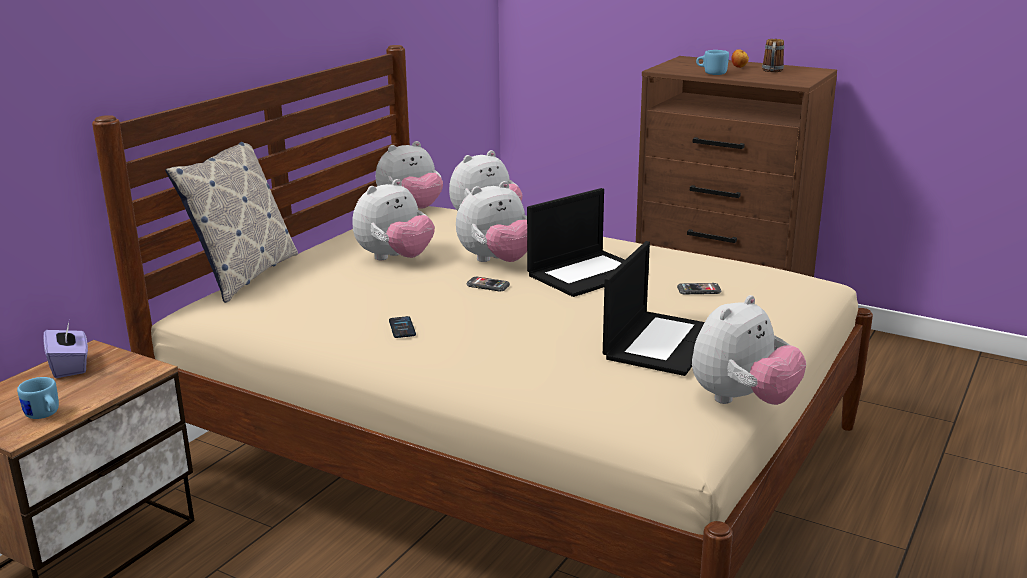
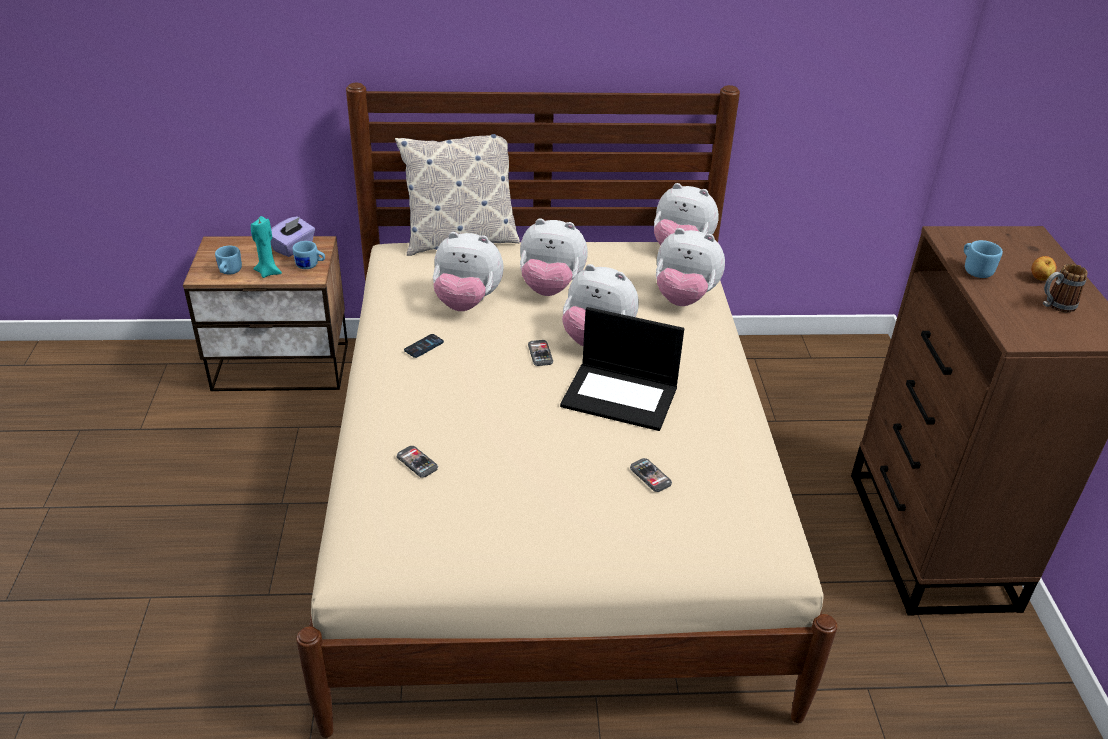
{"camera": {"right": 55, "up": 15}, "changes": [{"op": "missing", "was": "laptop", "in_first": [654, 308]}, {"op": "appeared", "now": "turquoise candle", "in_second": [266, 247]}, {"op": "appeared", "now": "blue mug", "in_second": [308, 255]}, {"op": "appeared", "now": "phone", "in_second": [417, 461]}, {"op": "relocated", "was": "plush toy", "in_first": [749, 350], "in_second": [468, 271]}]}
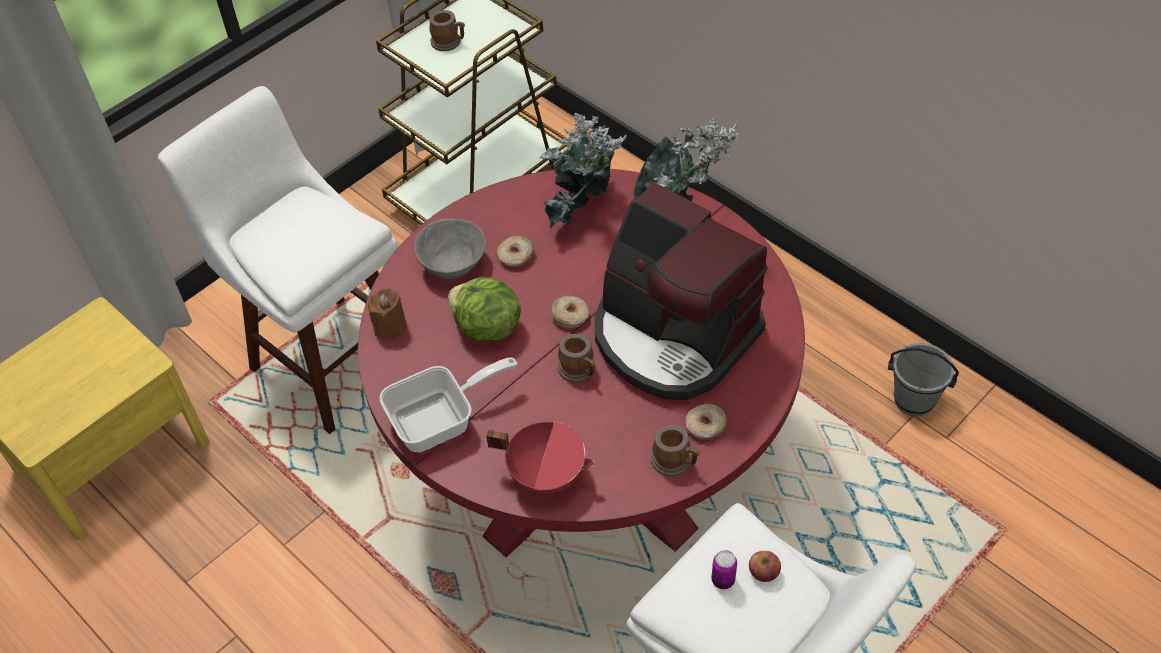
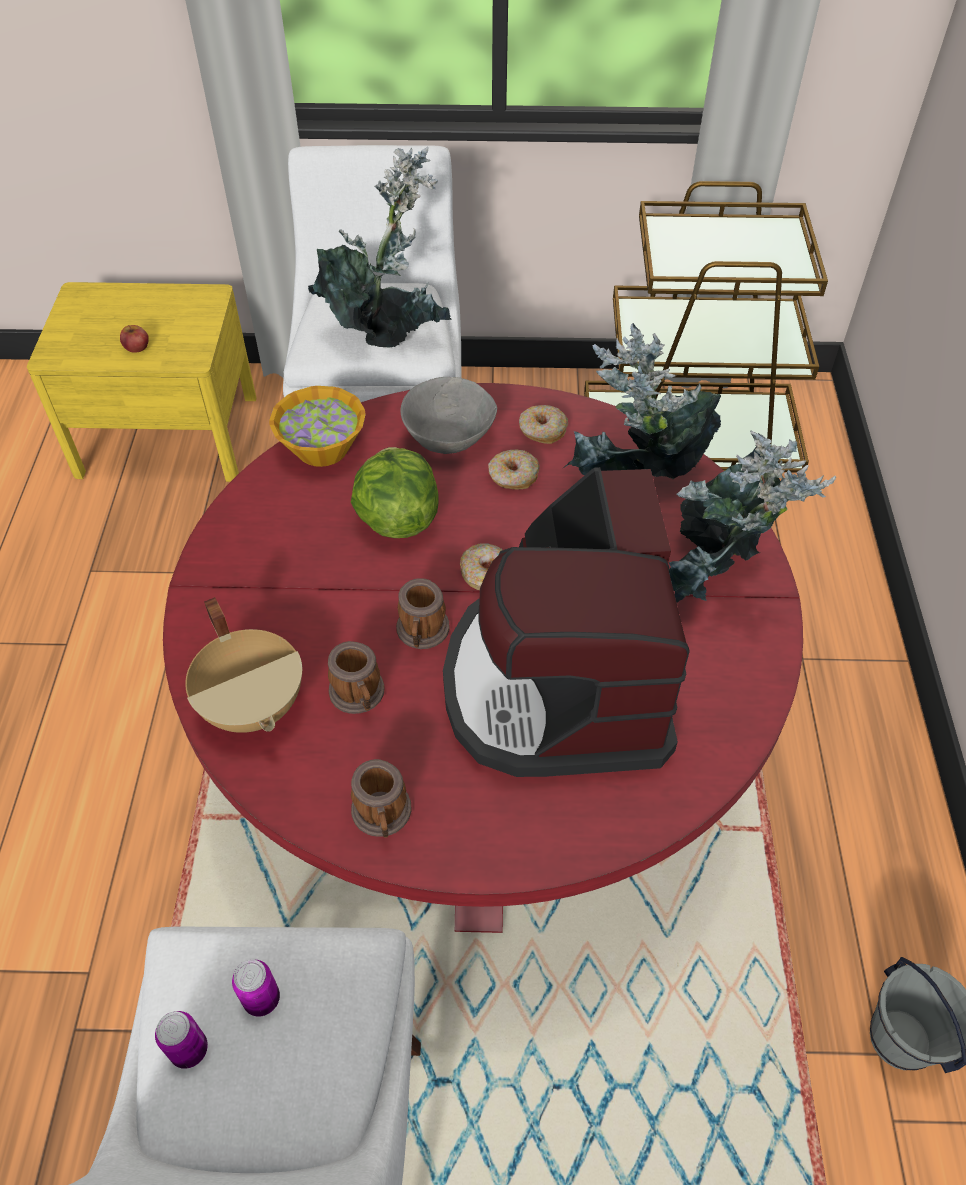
{"camera": {"right": 45, "up": 0}, "changes": [{"op": "missing", "was": "frying pan", "in_first": [448, 404]}, {"op": "appeared", "now": "can", "in_second": [181, 1040]}, {"op": "appeared", "now": "potted plant", "in_second": [380, 247]}, {"op": "relocated", "was": "mug", "in_first": [447, 30], "in_second": [356, 677]}, {"op": "relocated", "was": "donut", "in_first": [706, 422], "in_second": [543, 424]}, {"op": "relocated", "was": "apple", "in_first": [765, 566], "in_second": [134, 339]}, {"op": "exchanged", "was": "brown candle", "now": "bowl", "in_first": [387, 313], "in_second": [317, 426]}, {"op": "colour", "was": "red cooking pot", "now": "beige cooking pot", "in_first": [540, 458], "in_second": [243, 665]}]}
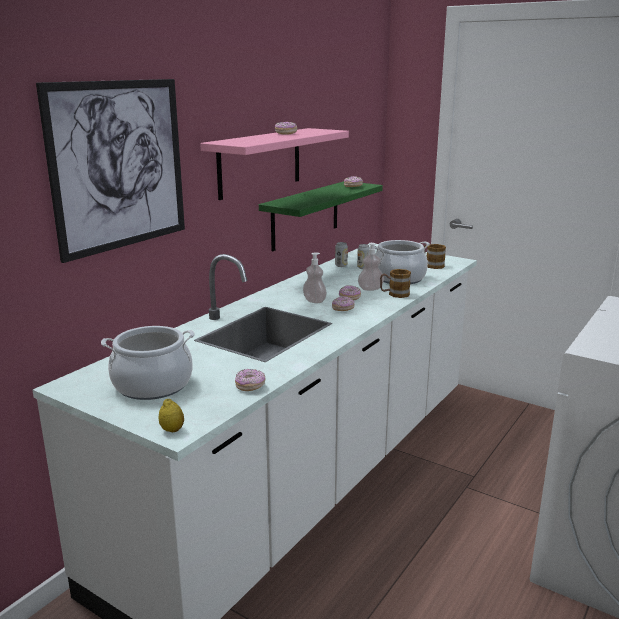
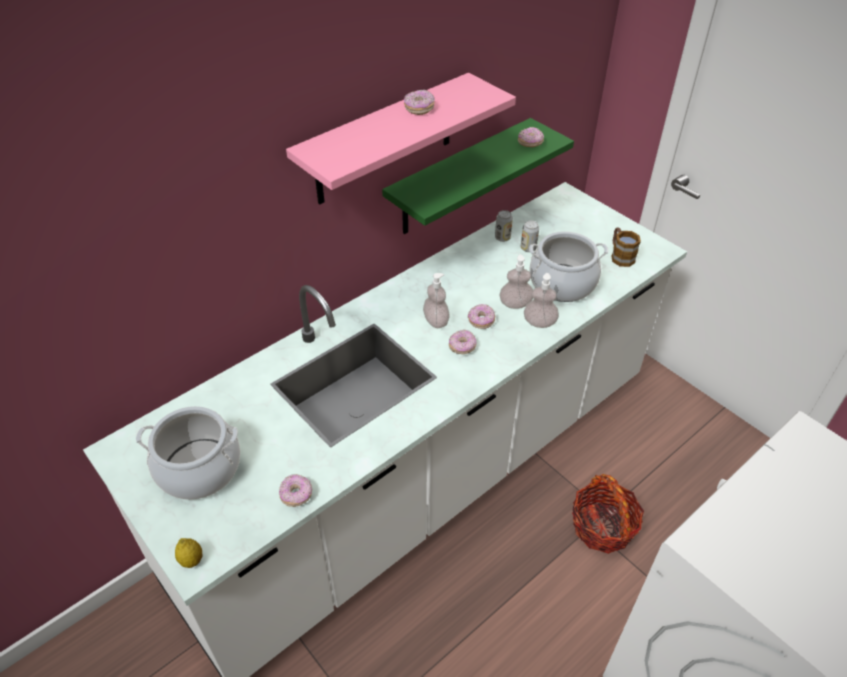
{"camera": {"right": 15, "up": 25}, "changes": [{"op": "missing", "was": "picture", "in_first": [110, 171]}, {"op": "appeared", "now": "basket", "in_second": [608, 514]}, {"op": "exchanged", "was": "mug", "now": "soap dispenser", "in_first": [395, 283], "in_second": [541, 300]}]}
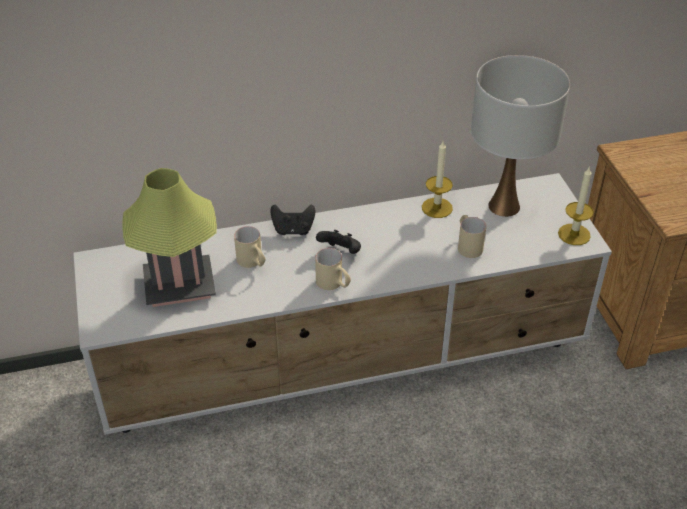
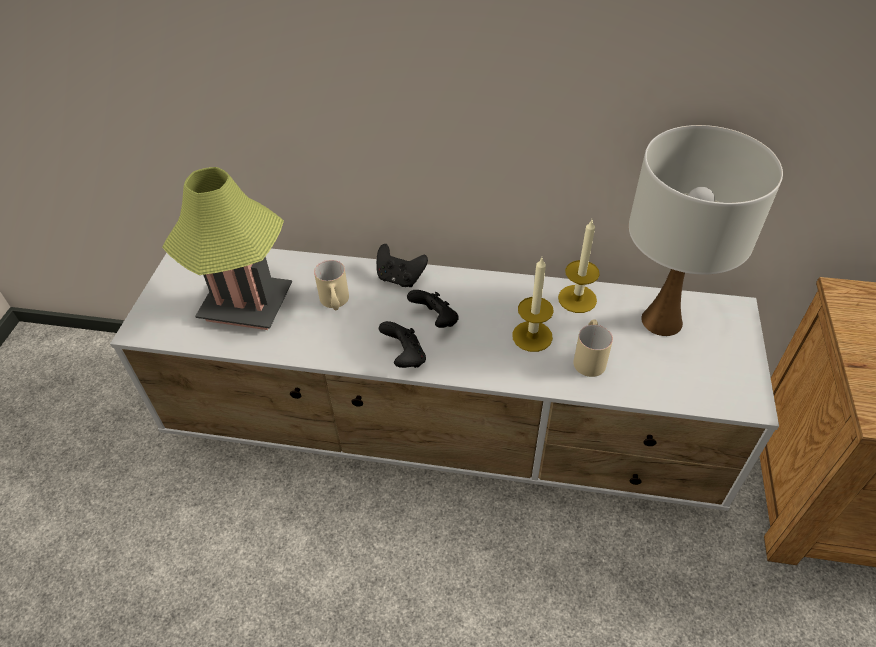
{"camera": {"right": 25, "up": 5}, "changes": [{"op": "relocated", "was": "candle", "in_first": [576, 205], "in_second": [533, 305]}, {"op": "exchanged", "was": "beige mug", "now": "black game controller", "in_first": [333, 269], "in_second": [402, 344]}]}
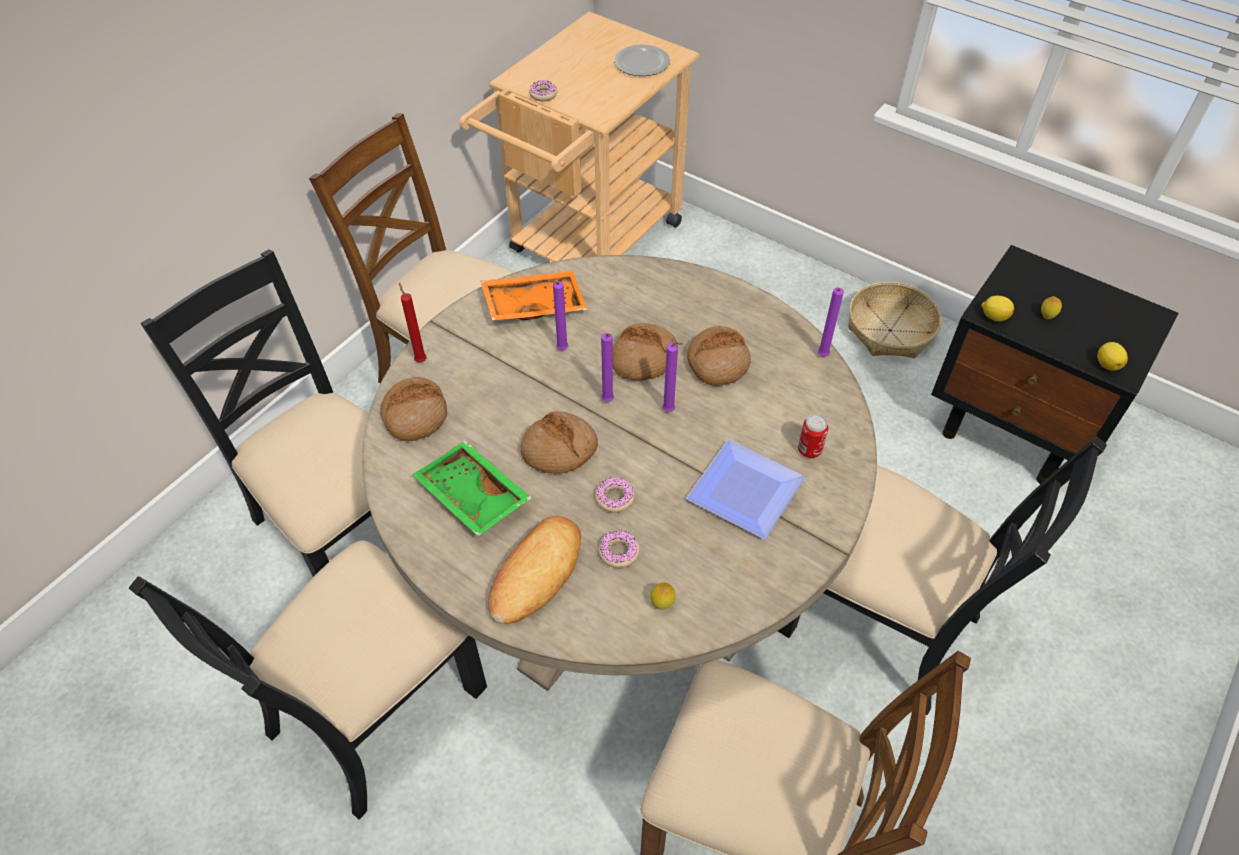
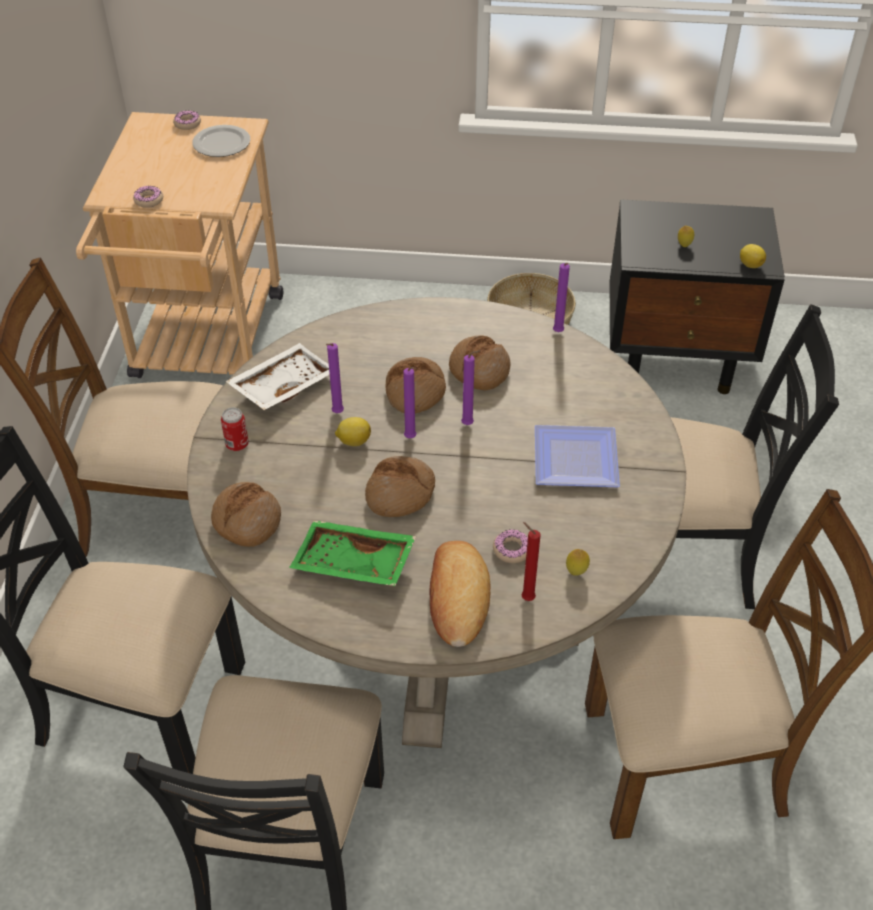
{"camera": {"right": -30, "up": -5}, "changes": [{"op": "relocated", "was": "red candle", "in_first": [413, 322], "in_second": [531, 561]}, {"op": "relocated", "was": "donut", "in_first": [615, 495], "in_second": [187, 120]}, {"op": "relocated", "was": "can", "in_first": [813, 436], "in_second": [235, 429]}, {"op": "relocated", "was": "lemon", "in_first": [997, 309], "in_second": [353, 431]}, {"op": "colour", "was": "orange tray", "now": "white tray", "in_first": [534, 296], "in_second": [277, 376]}]}
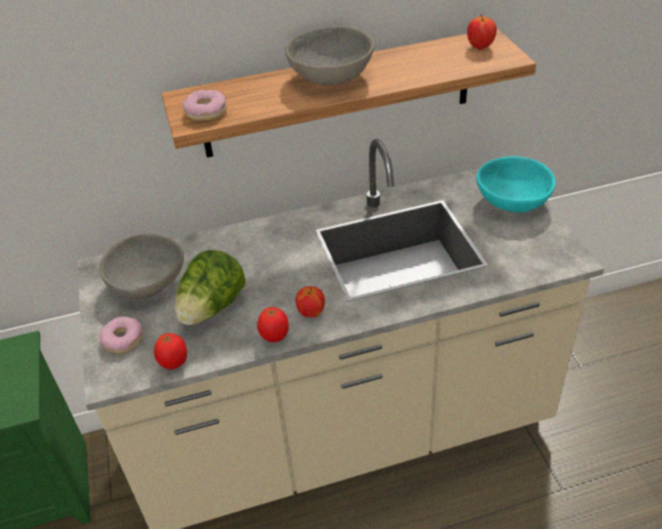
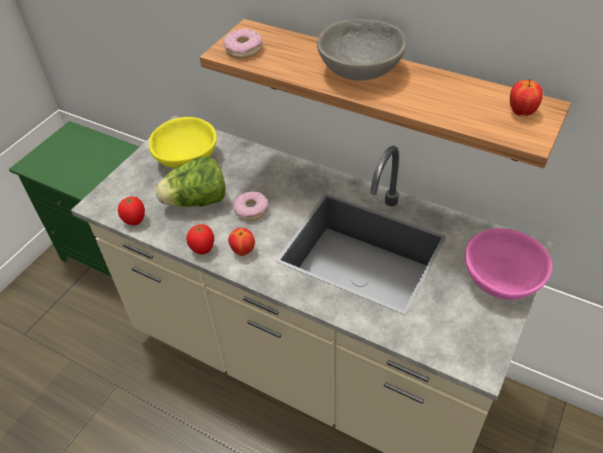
{"camera": {"right": 45, "up": 5}, "changes": [{"op": "relocated", "was": "donut", "in_first": [121, 335], "in_second": [251, 206]}, {"op": "colour", "was": "grey bowl", "now": "yellow bowl", "in_first": [141, 266], "in_second": [183, 142]}, {"op": "colour", "was": "turquoise bowl", "now": "pink bowl", "in_first": [516, 184], "in_second": [508, 264]}]}
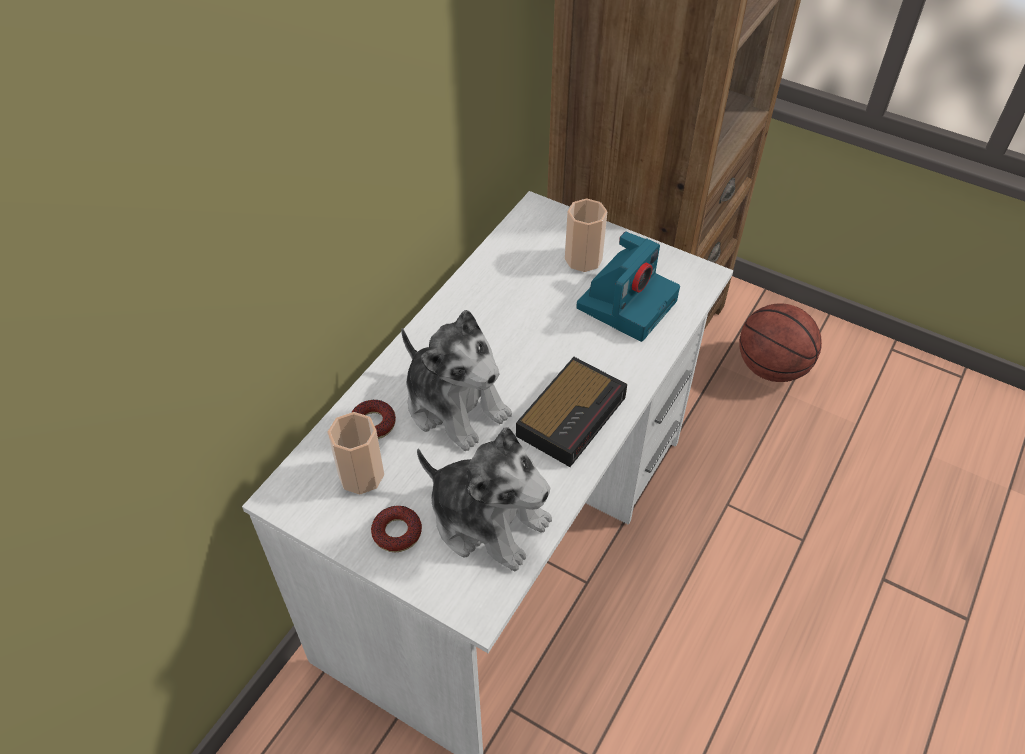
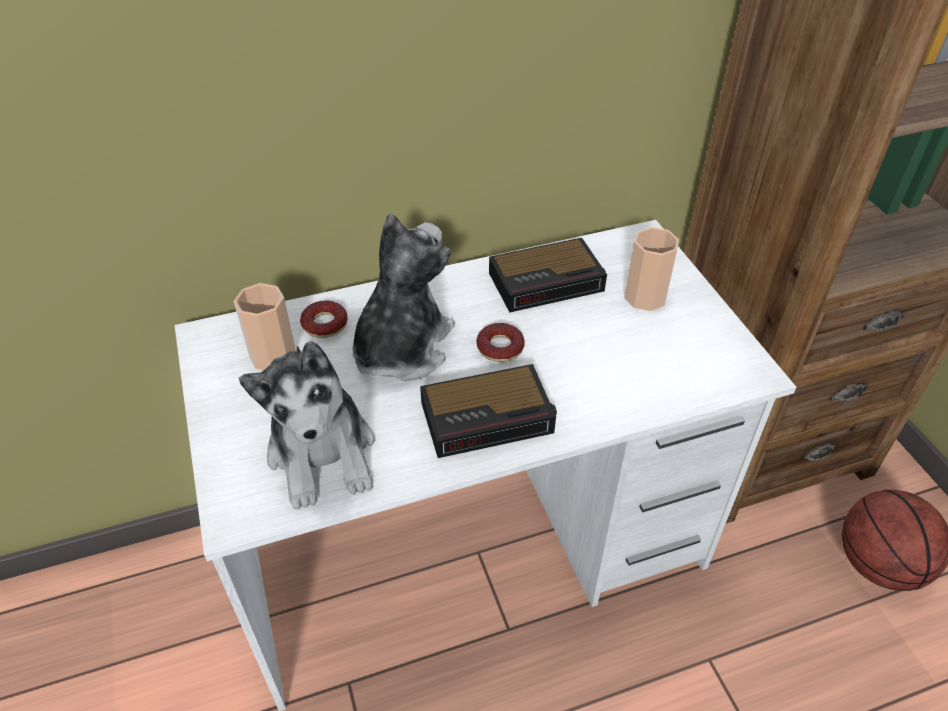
{"camera": {"right": 40, "up": -5}, "changes": [{"op": "missing", "was": "photo camera", "in_first": [628, 287]}, {"op": "appeared", "now": "alarm clock", "in_second": [548, 275]}, {"op": "relocated", "was": "donut", "in_first": [396, 529], "in_second": [500, 342]}, {"op": "spun", "was": "plush toy", "in_first": [456, 380], "in_second": [403, 297], "clockwise": -150}]}
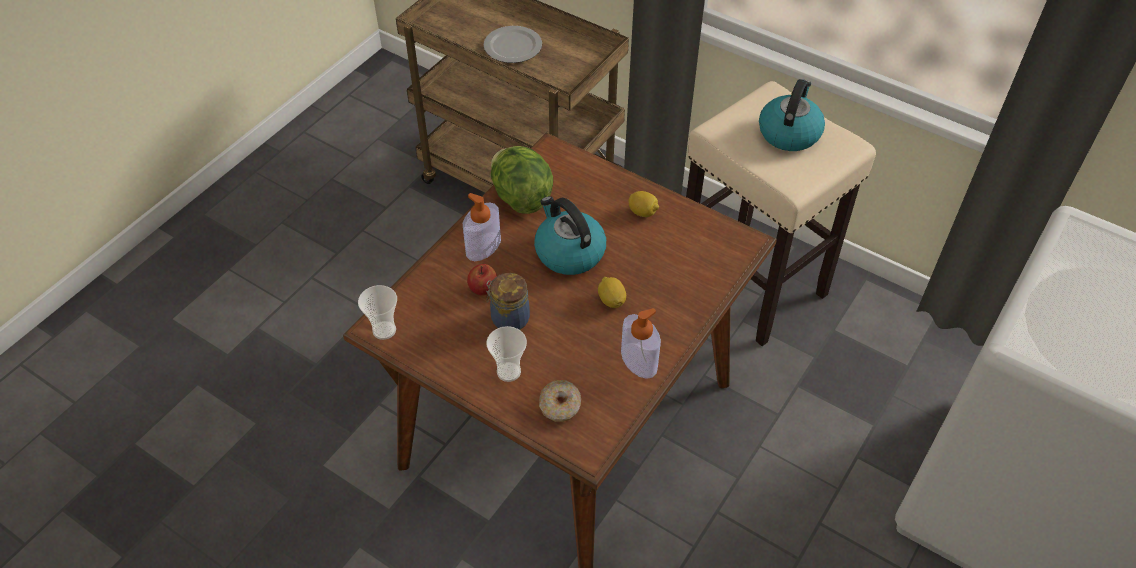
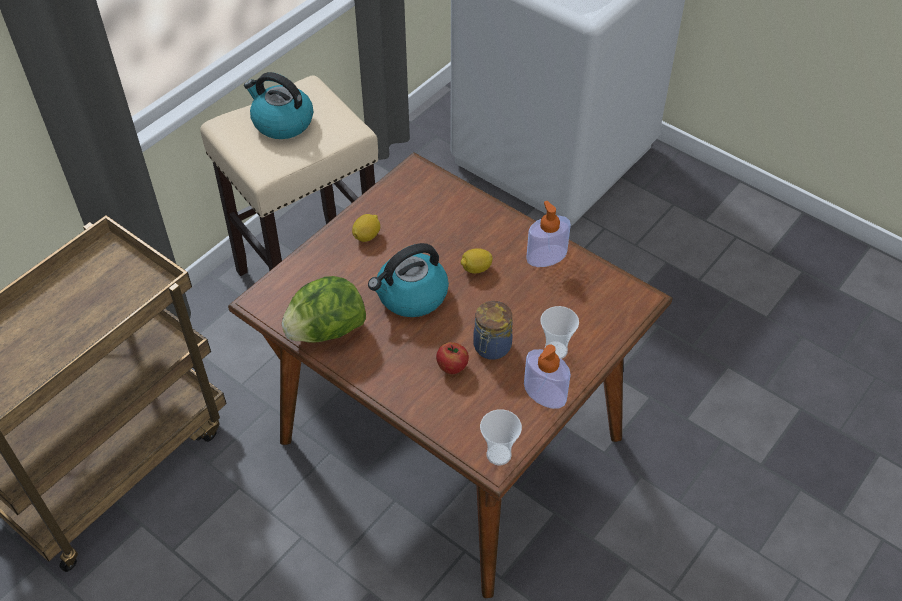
{"camera": {"right": -85, "up": 0}, "changes": [{"op": "missing", "was": "plate", "in_first": [512, 44]}, {"op": "missing", "was": "donut", "in_first": [560, 401]}, {"op": "relocated", "was": "soap dispenser", "in_first": [482, 227], "in_second": [547, 376]}]}
